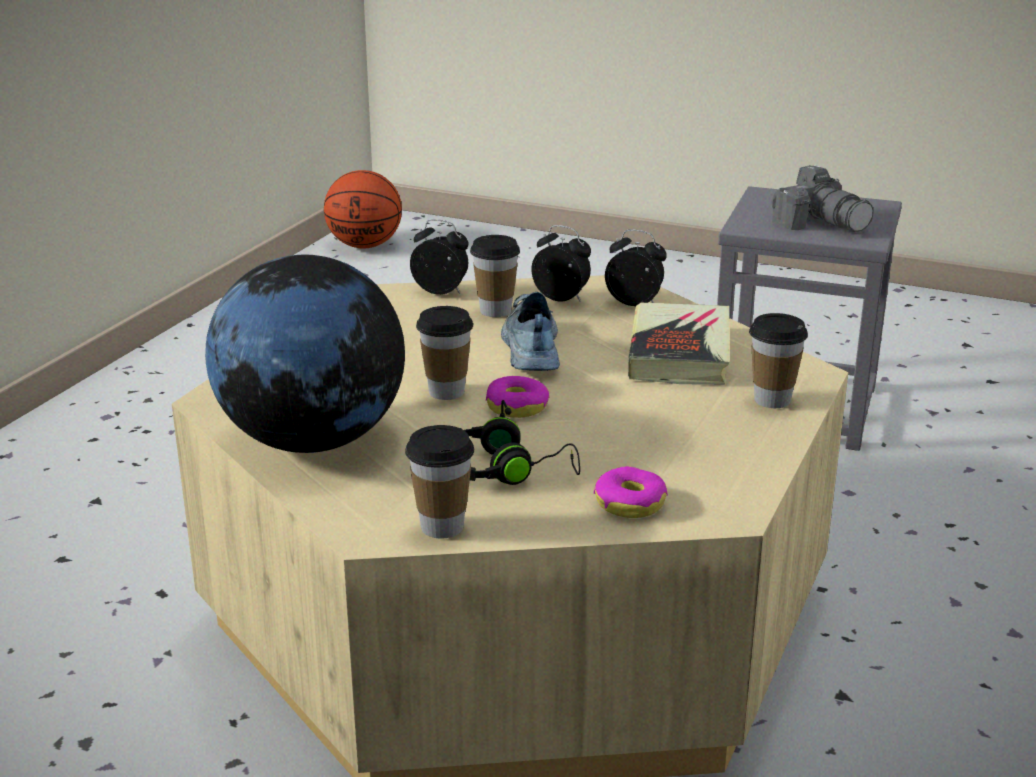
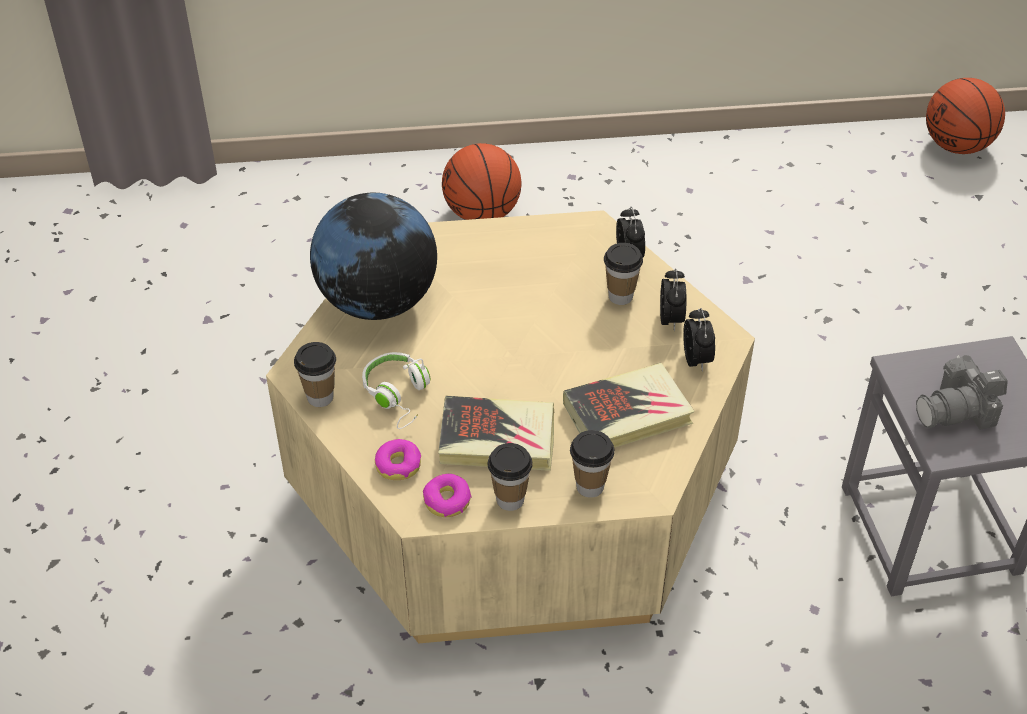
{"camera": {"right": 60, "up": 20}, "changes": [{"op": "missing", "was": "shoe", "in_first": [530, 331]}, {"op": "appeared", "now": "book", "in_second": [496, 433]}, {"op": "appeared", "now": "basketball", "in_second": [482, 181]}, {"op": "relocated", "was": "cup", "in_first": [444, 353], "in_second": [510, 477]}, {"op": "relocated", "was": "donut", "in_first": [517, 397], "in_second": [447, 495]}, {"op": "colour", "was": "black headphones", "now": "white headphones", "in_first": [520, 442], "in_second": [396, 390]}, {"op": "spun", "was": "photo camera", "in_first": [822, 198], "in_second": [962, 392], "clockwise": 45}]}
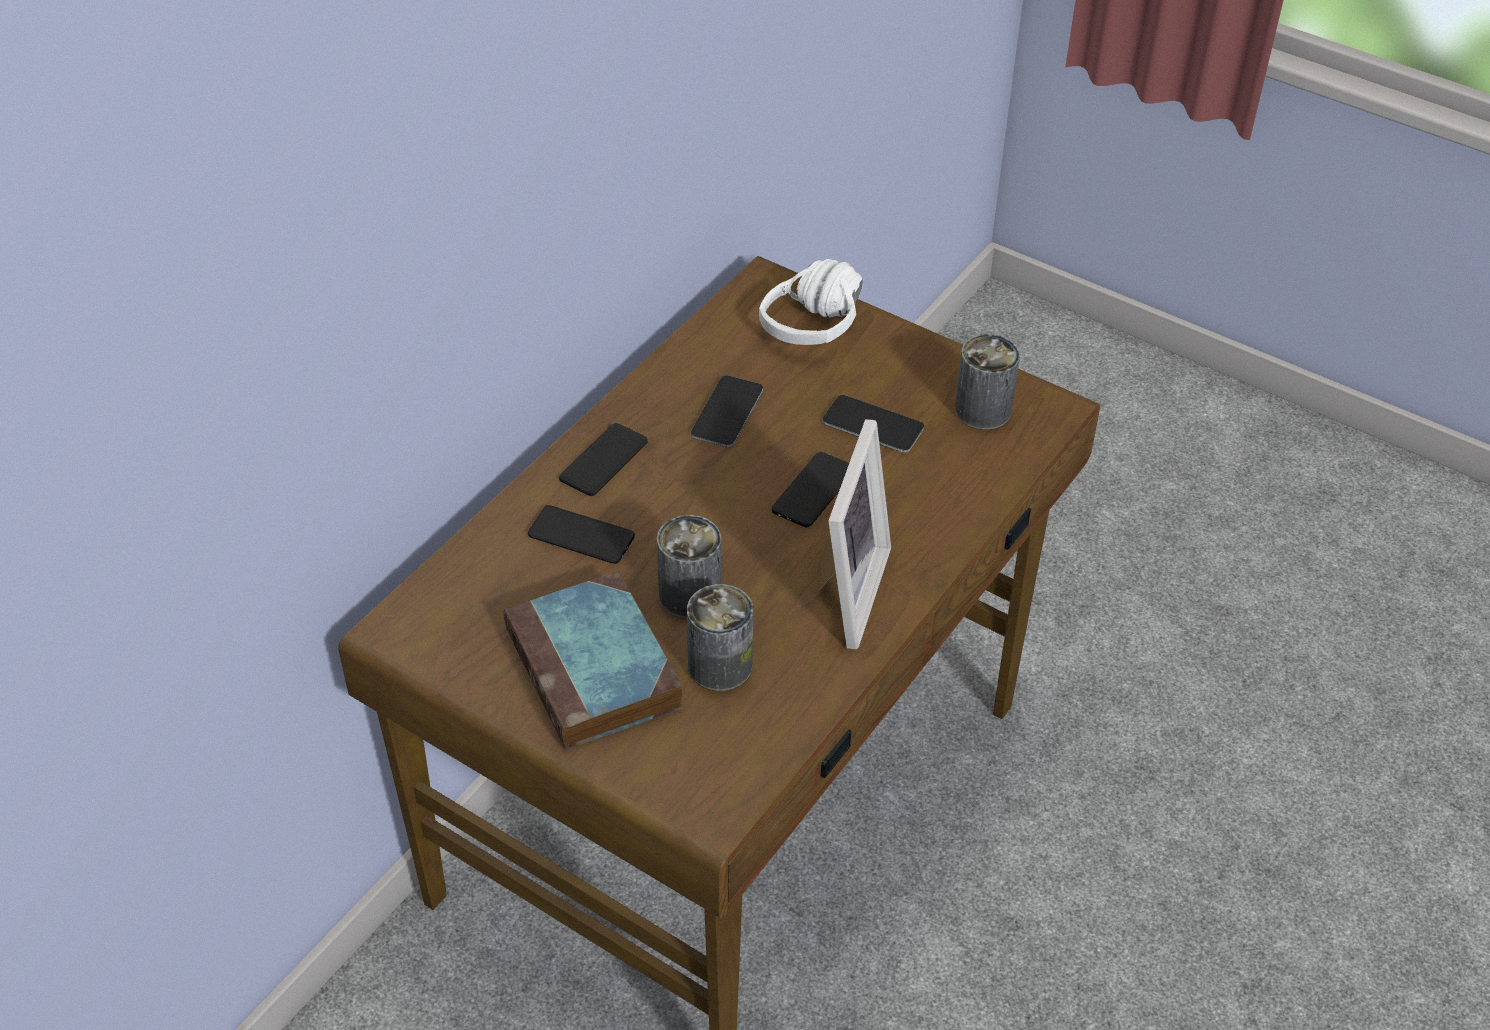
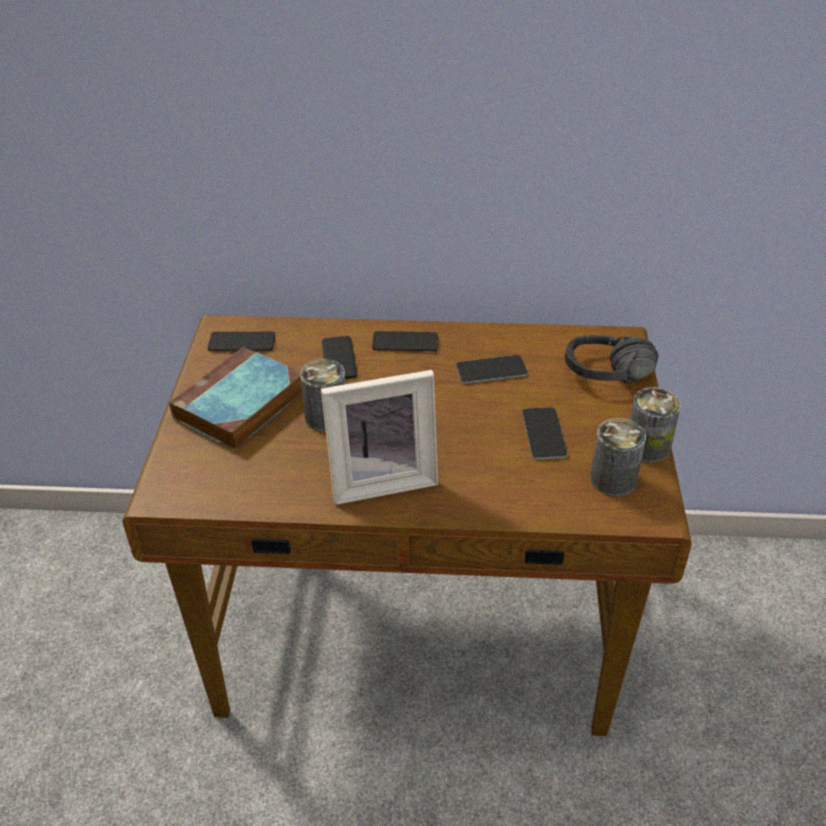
{"camera": {"right": 60, "up": -5}, "changes": [{"op": "relocated", "was": "can", "in_first": [720, 637], "in_second": [655, 425]}, {"op": "relocated", "was": "phone", "in_first": [810, 490], "in_second": [241, 341]}, {"op": "colour", "was": "white headphones", "now": "black headphones", "in_first": [811, 302], "in_second": [612, 359]}]}
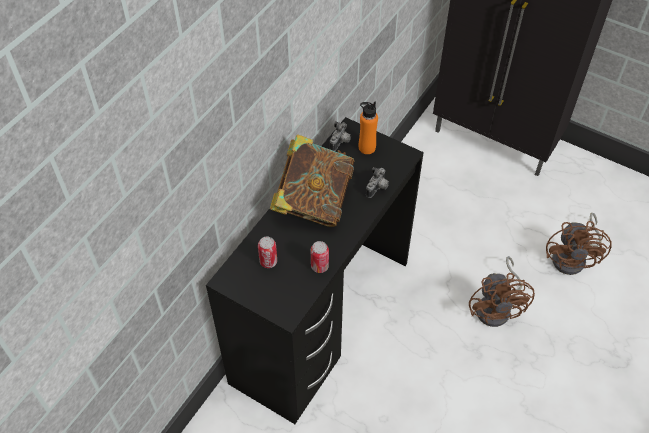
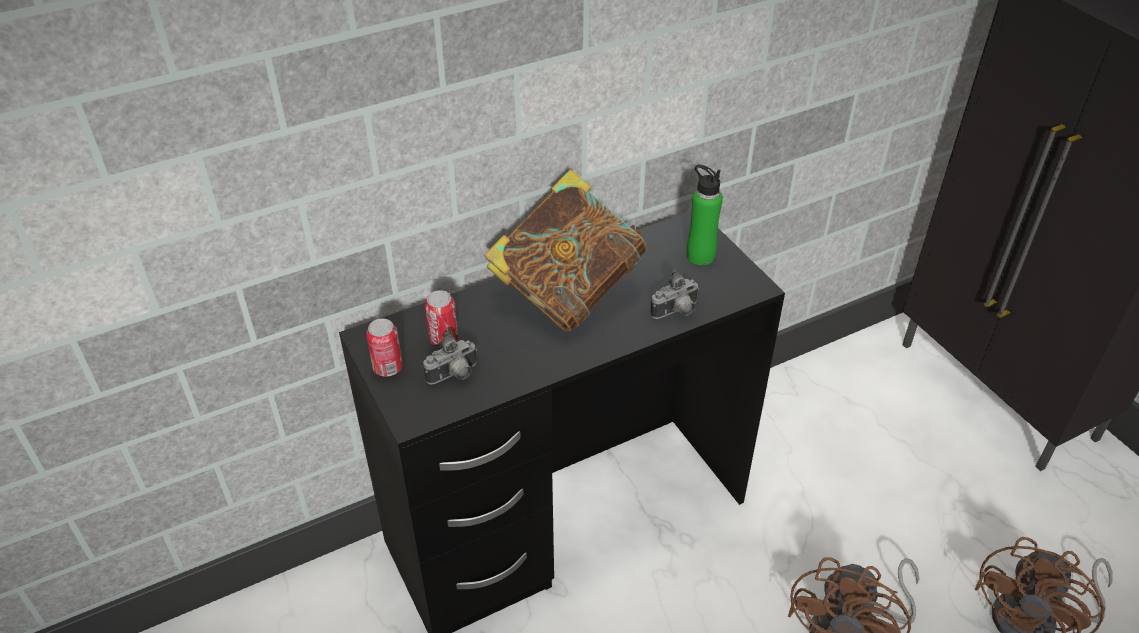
{"camera": {"right": 30, "up": -10}, "changes": [{"op": "relocated", "was": "can", "in_first": [320, 257], "in_second": [384, 347]}, {"op": "relocated", "was": "photo camera", "in_first": [340, 136], "in_second": [450, 358]}, {"op": "colour", "was": "orange bottle", "now": "green bottle", "in_first": [368, 128], "in_second": [705, 214]}]}
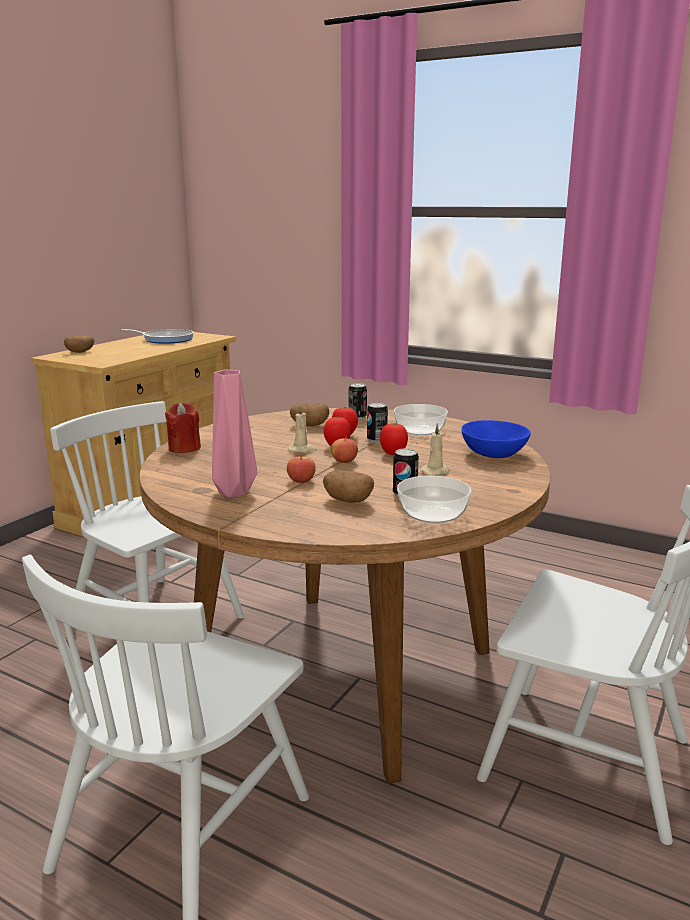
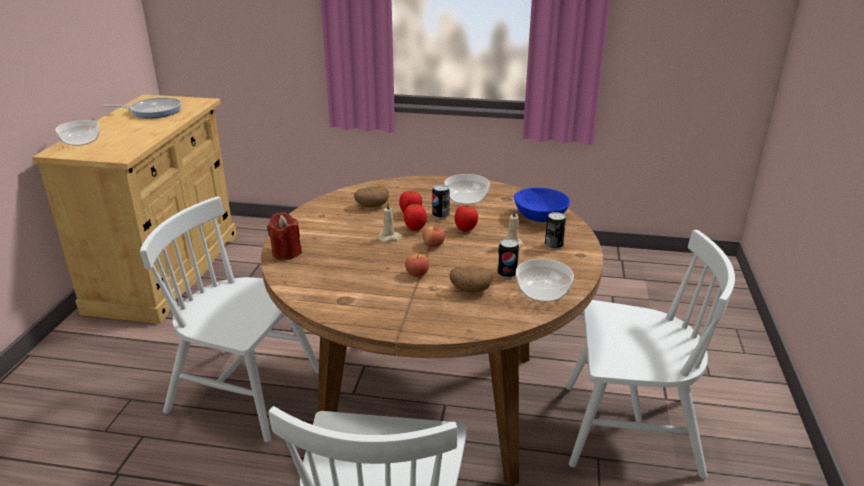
{"camera": {"right": -20, "up": 10}, "changes": [{"op": "missing", "was": "pink vase", "in_first": [234, 433]}, {"op": "relocated", "was": "can", "in_first": [357, 401], "in_second": [555, 230]}, {"op": "exchanged", "was": "potato", "now": "bowl", "in_first": [79, 344], "in_second": [77, 133]}]}
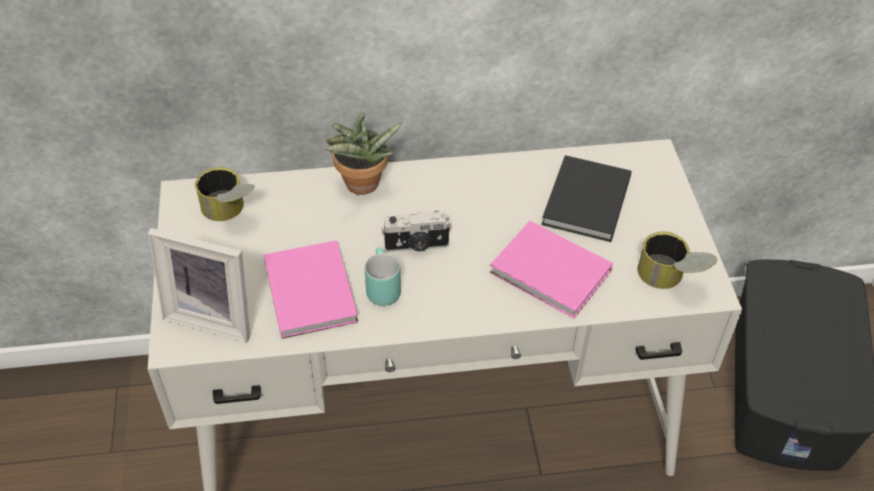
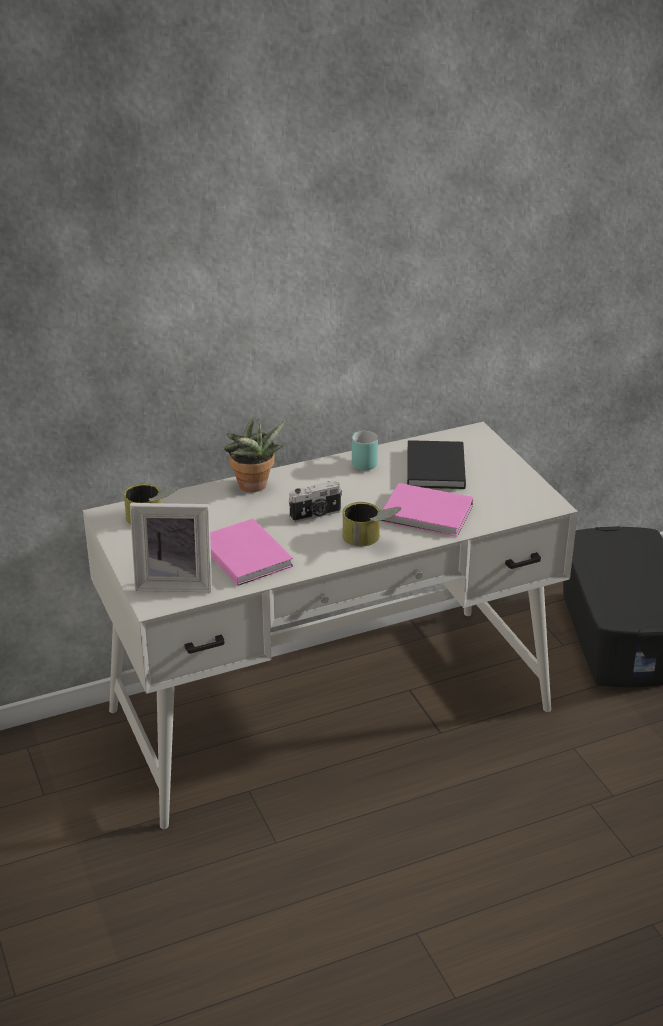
{"camera": {"right": -15, "up": -15}, "changes": [{"op": "relocated", "was": "turquoise mug", "in_first": [383, 276], "in_second": [365, 451]}, {"op": "relocated", "was": "can", "in_first": [677, 260], "in_second": [372, 524]}]}
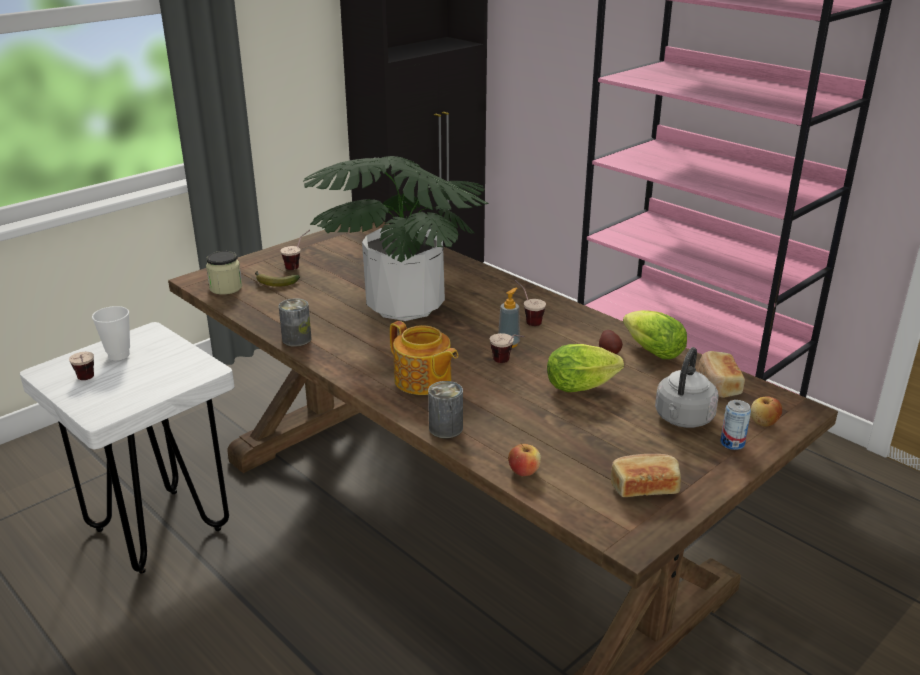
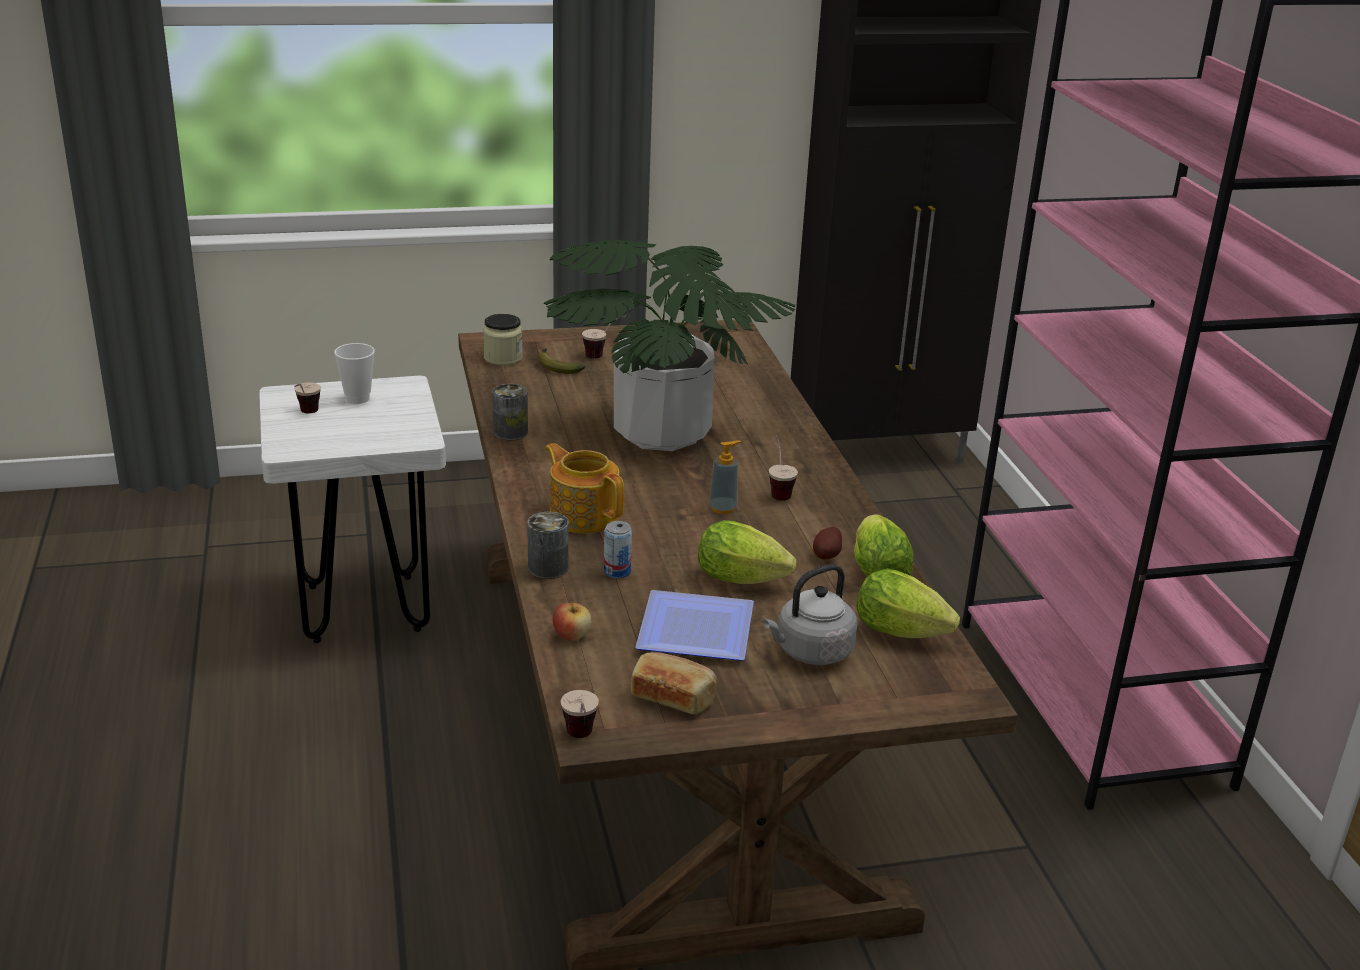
{"camera": {"right": 30, "up": 0}, "changes": [{"op": "missing", "was": "apple", "in_first": [766, 411]}, {"op": "appeared", "now": "plate", "in_second": [694, 625]}, {"op": "relocated", "was": "cup", "in_first": [507, 348], "in_second": [580, 714]}, {"op": "relocated", "was": "can", "in_first": [735, 425], "in_second": [618, 550]}, {"op": "exchanged", "was": "bread", "now": "lettuce", "in_first": [722, 374], "in_second": [908, 603]}, {"op": "spun", "was": "teapot", "in_first": [424, 358], "in_second": [584, 488], "clockwise": 150}]}
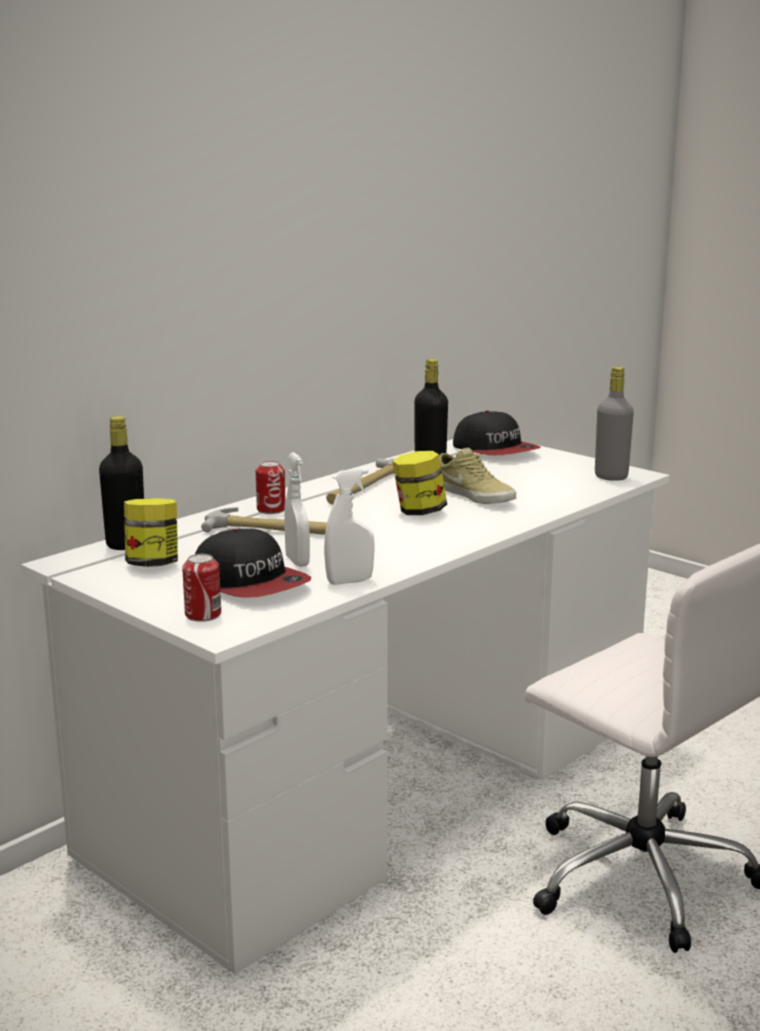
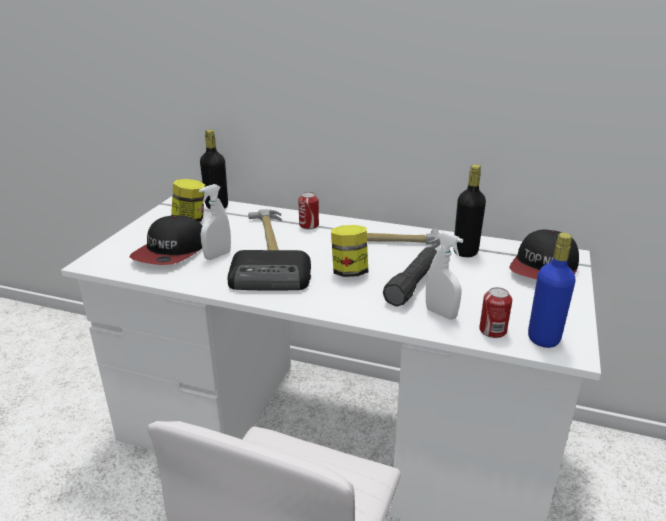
{"camera": {"right": 65, "up": 10}, "changes": [{"op": "appeared", "now": "radio", "in_second": [269, 270]}, {"op": "relocated", "was": "can", "in_first": [201, 588], "in_second": [495, 312]}, {"op": "relocated", "was": "white spray bottle", "in_first": [349, 526], "in_second": [444, 275]}, {"op": "exchanged", "was": "beige shoe", "now": "black flashlight", "in_first": [477, 475], "in_second": [410, 277]}, {"op": "colour", "was": "grey bottle", "now": "blue bottle", "in_first": [614, 424], "in_second": [552, 290]}]}
